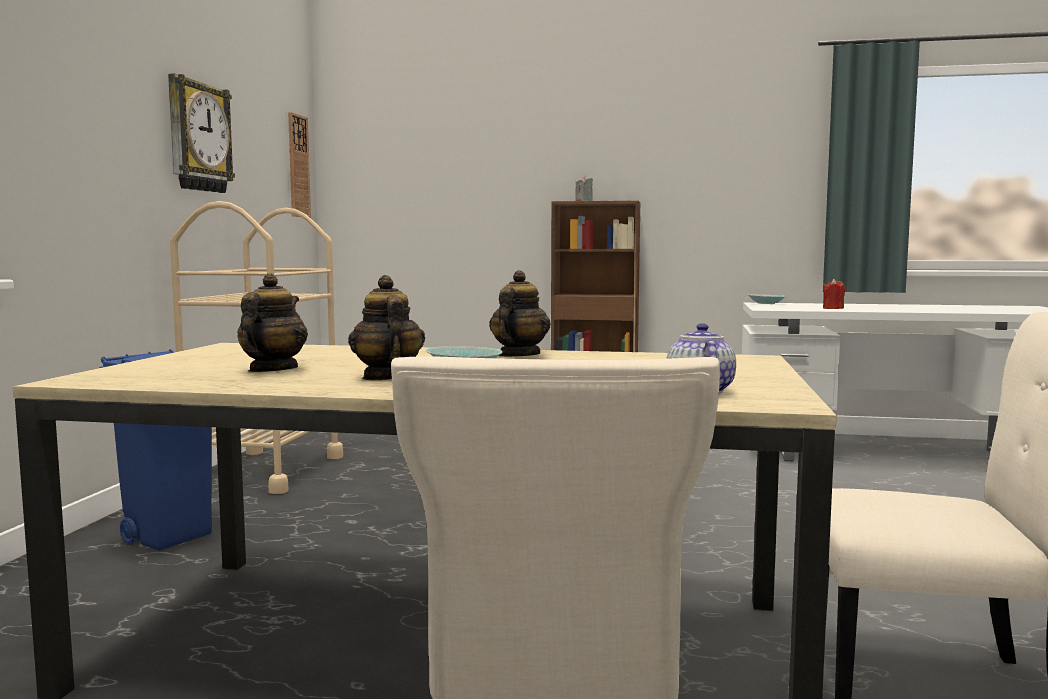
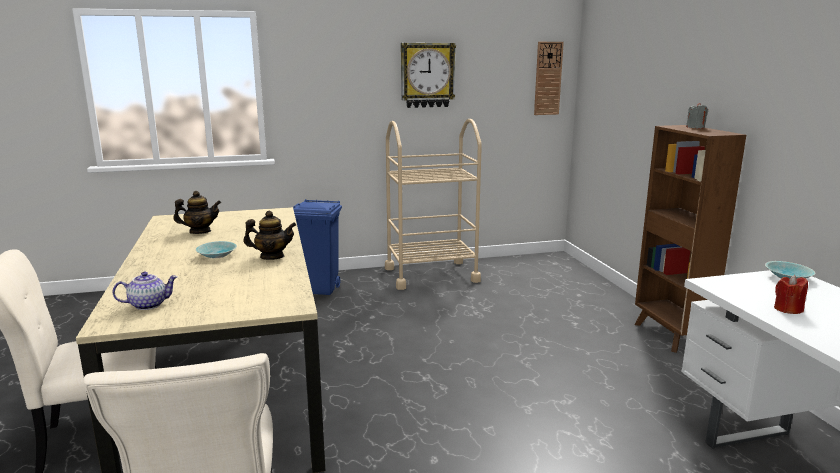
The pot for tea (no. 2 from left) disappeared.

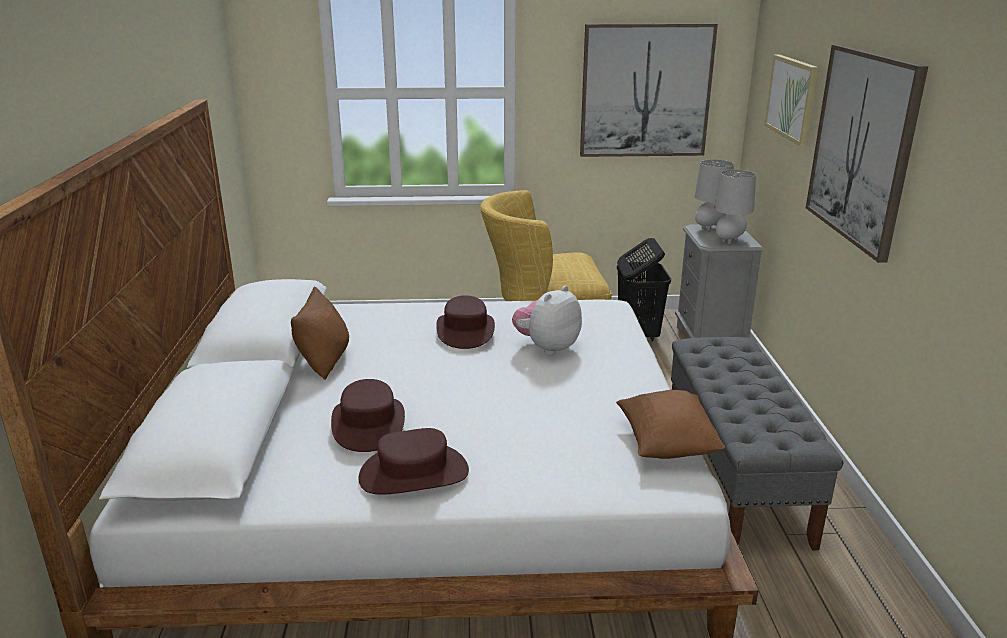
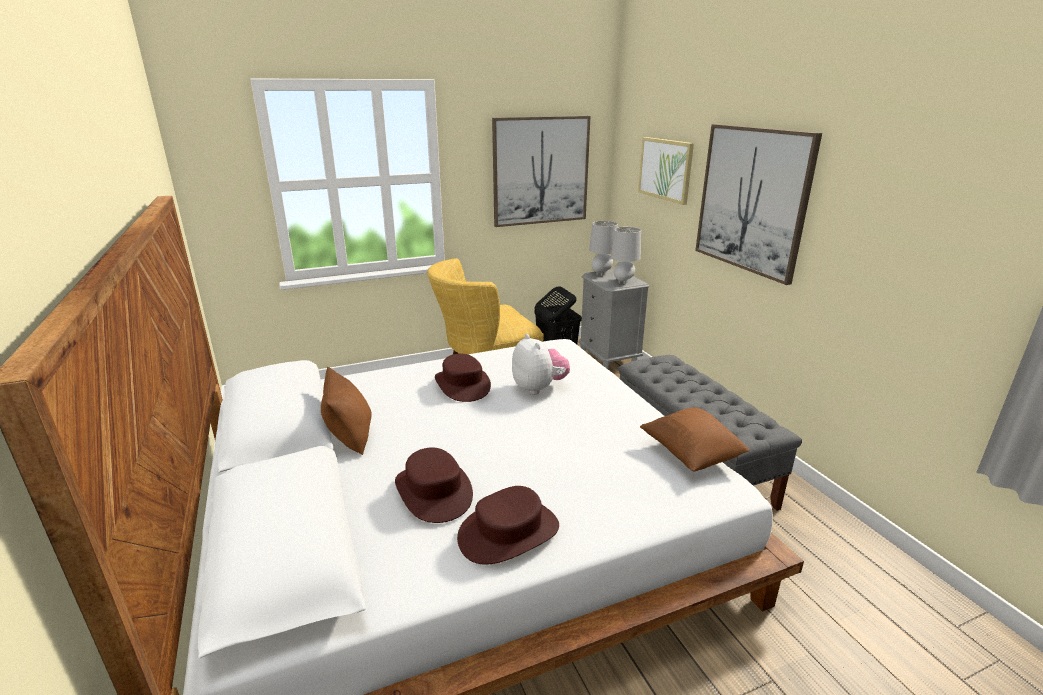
The soft toy turned 135 degrees clockwise.

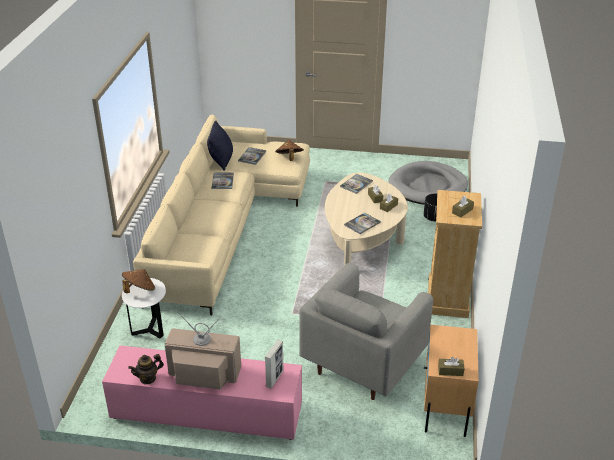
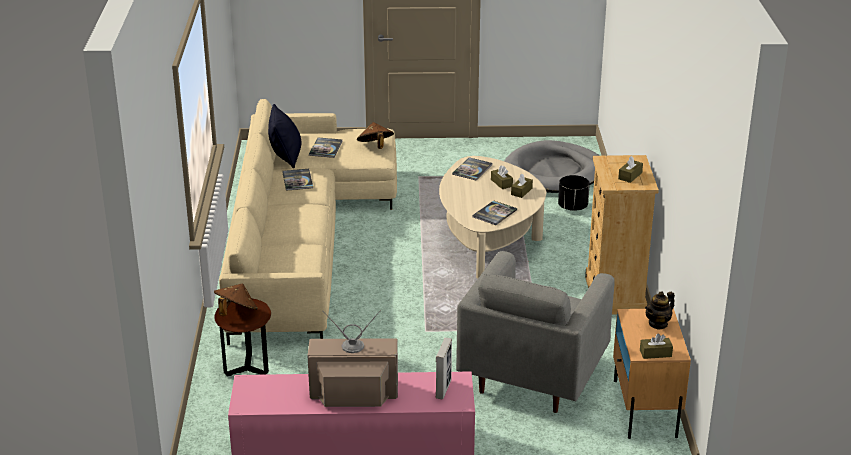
The whitish end table became the brown end table.
The pot for tea moved.

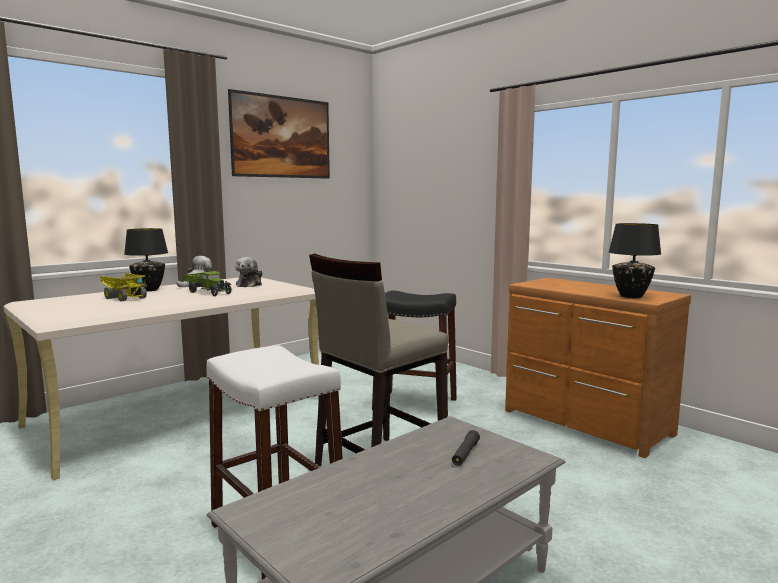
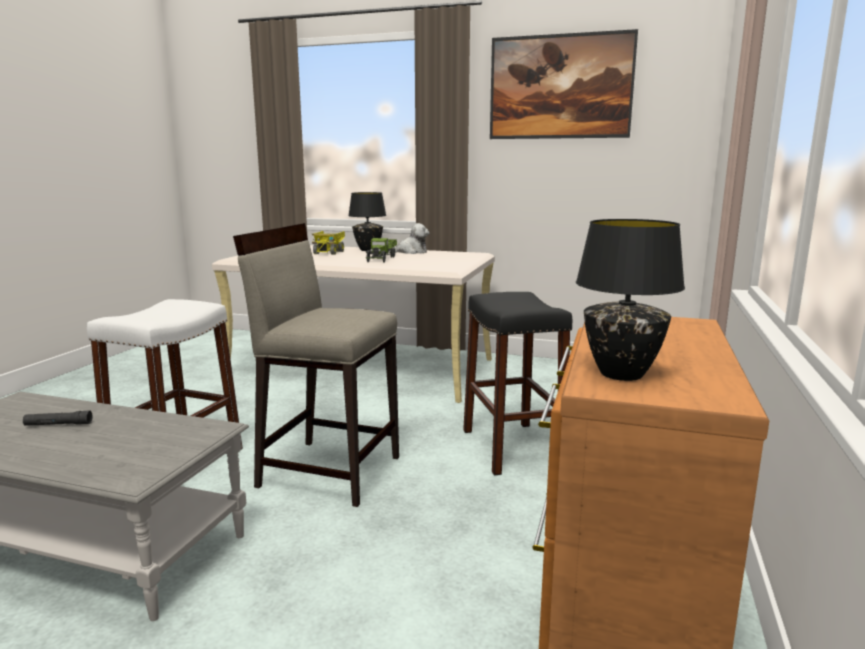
The black flashlight moved.
The soft toy (no. 2 from left) disappeared.

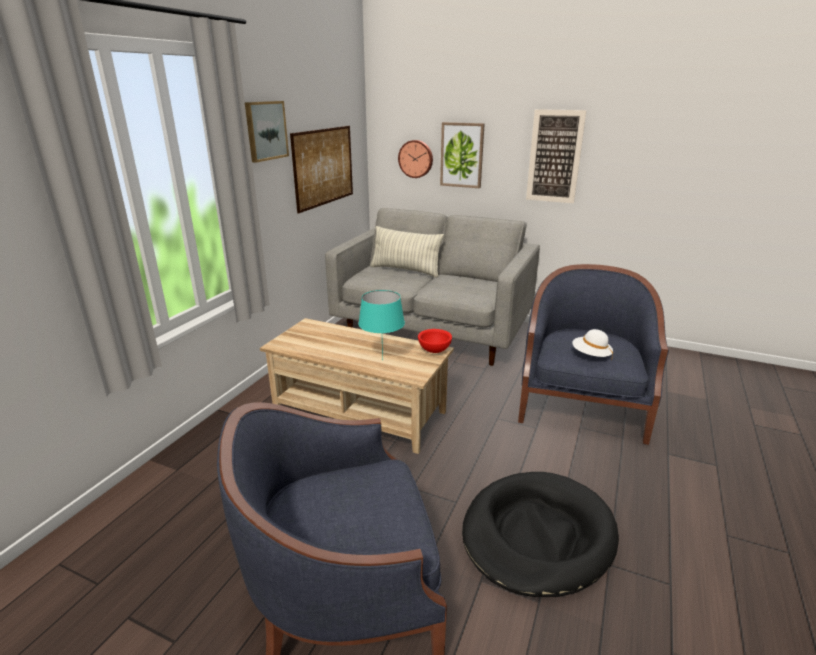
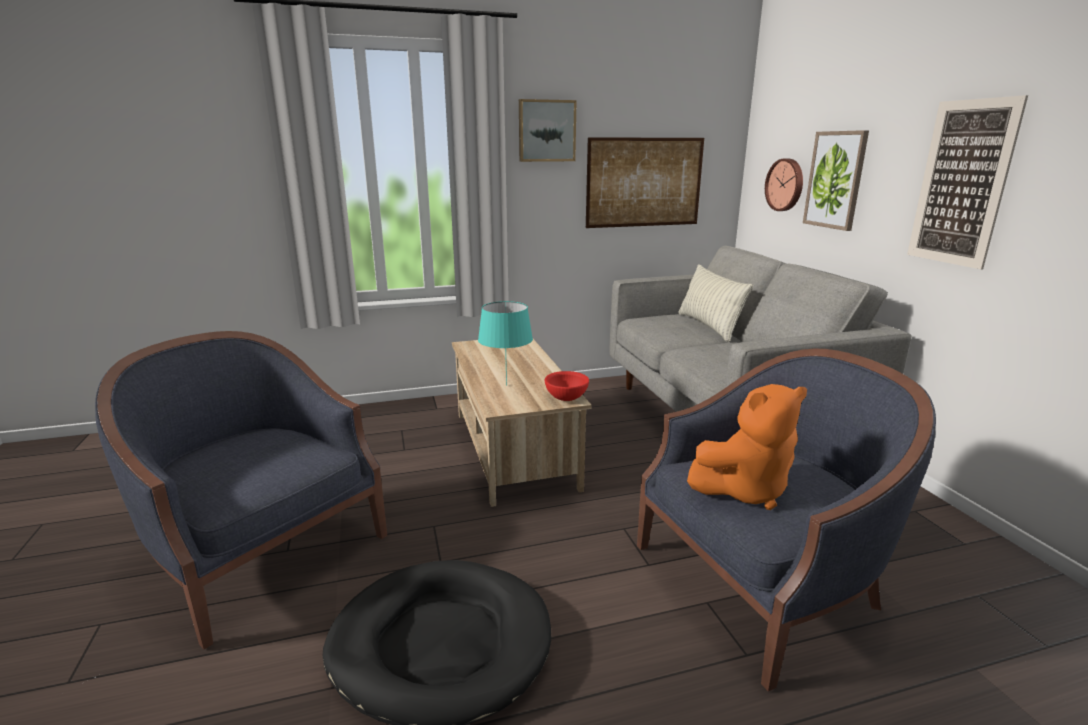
The whitish clothing hat was replaced by the orangey soft toy.

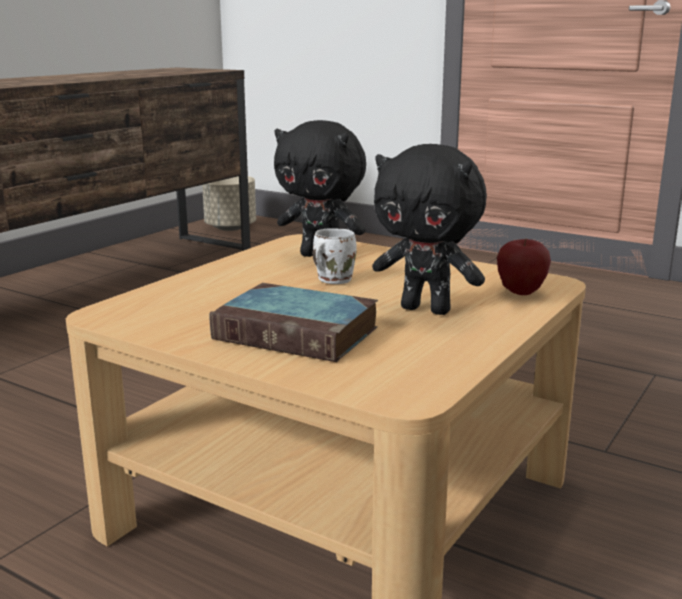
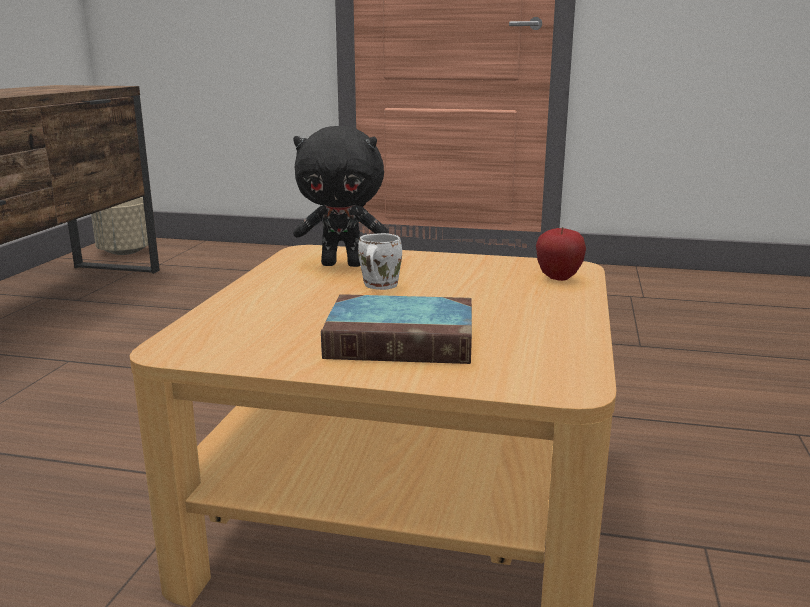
The black soft toy (no. 2 from left) disappeared.

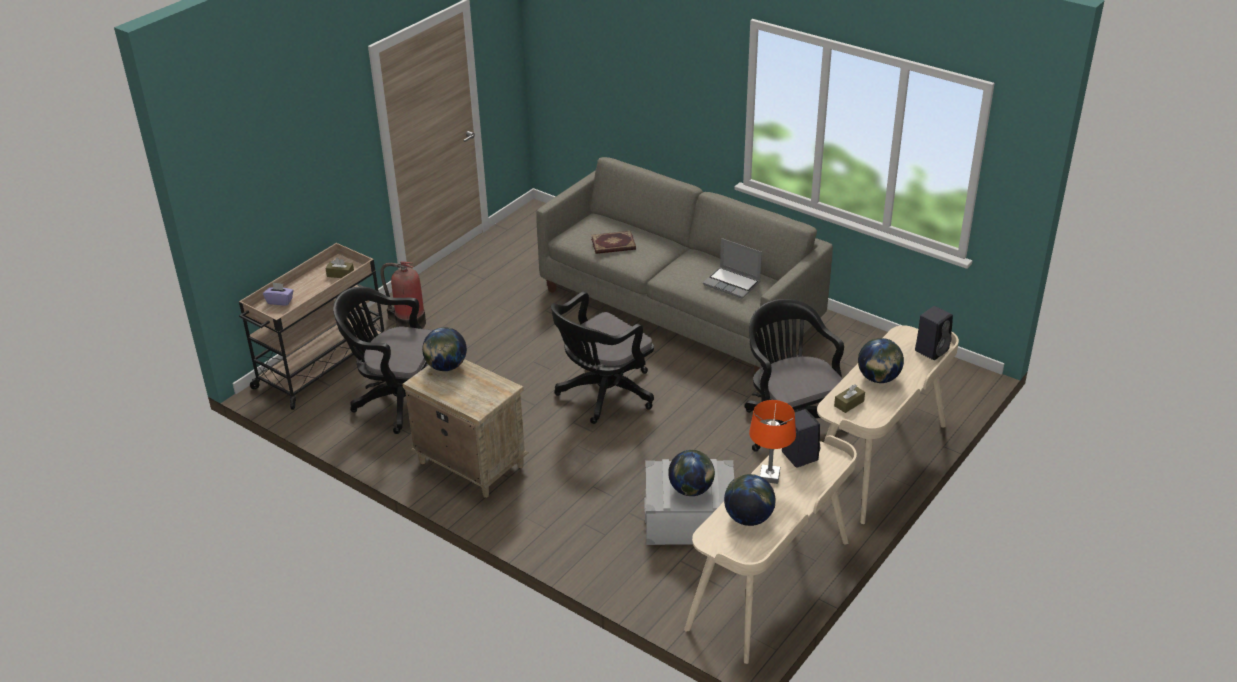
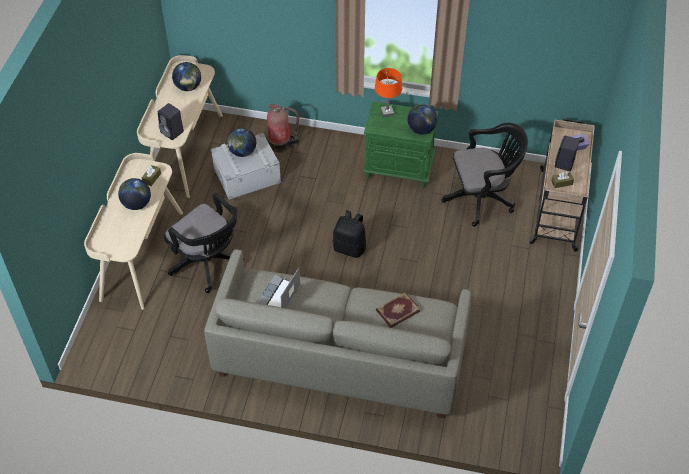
The portable computer turned 75 degrees counterclockwise.
The extinguisher moved.
The black computer chair (no. 2 from left) was replaced by the black knapsack.
The sand-coloured bedside table became the green-coloured bedside table.
The orangey table lamp moved.
The black audio speaker (no. 2 from left) moved.

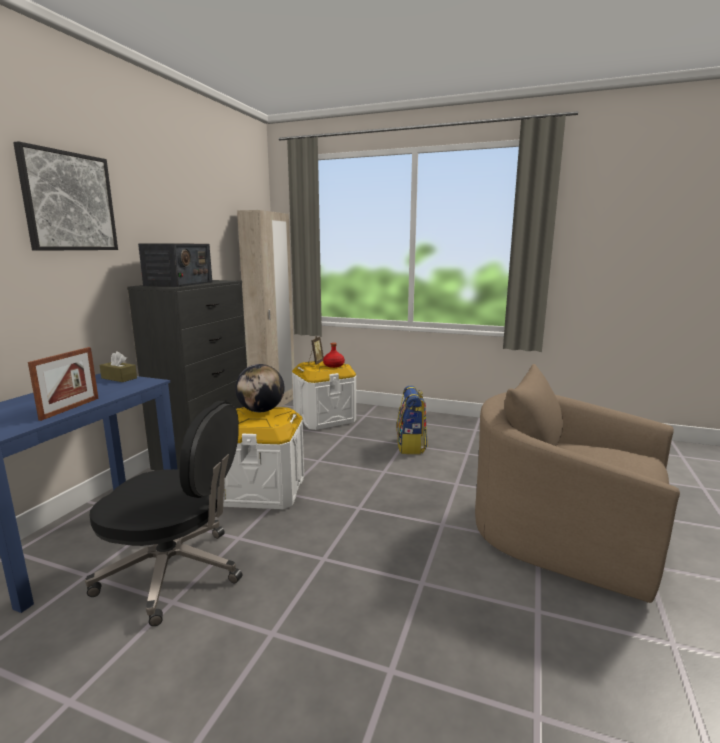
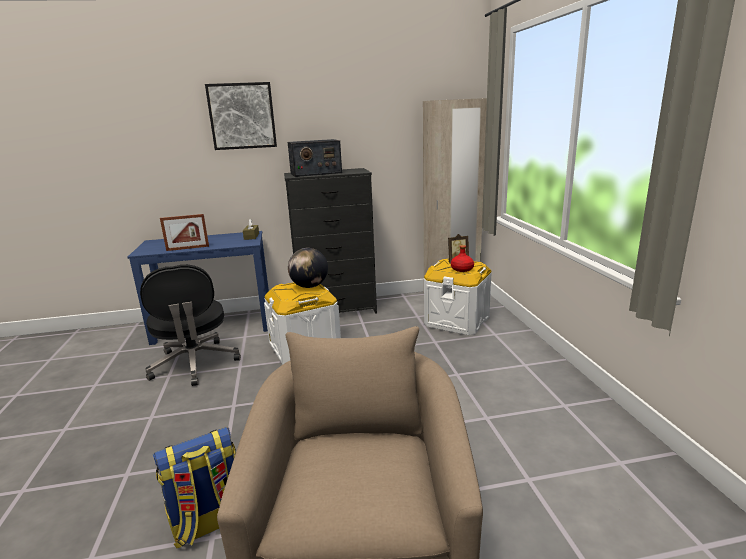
The knapsack moved.

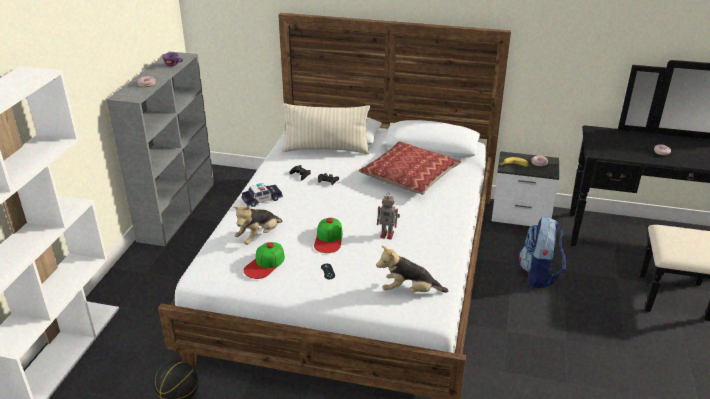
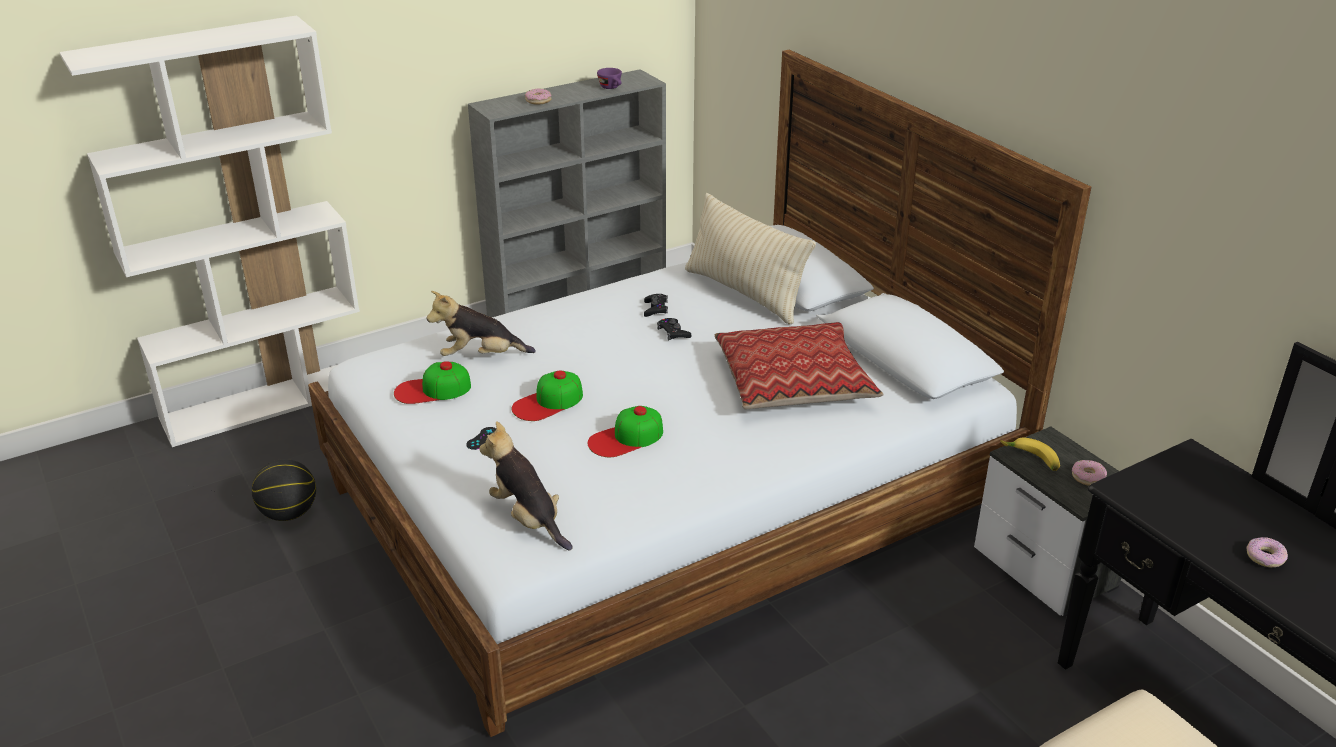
The model robot was replaced by the peaked cap (no. 3 from left).
The model car disappeared.
The knapsack disappeared.

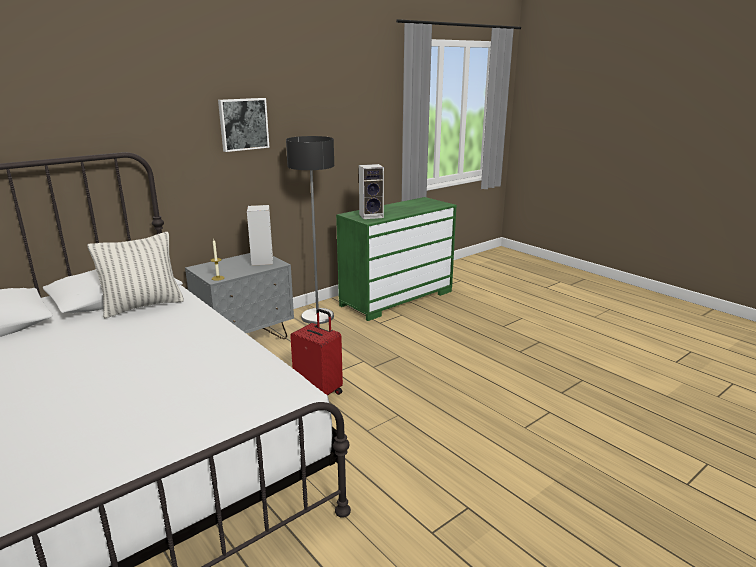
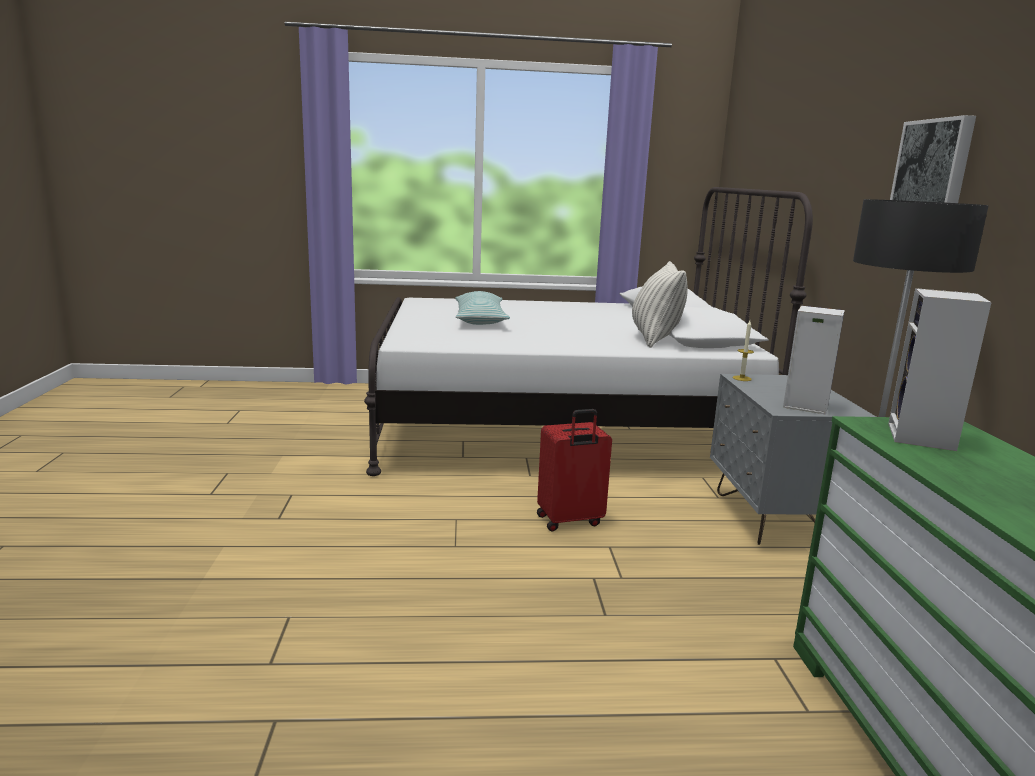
The throw pillow (no. 1 from left) appeared.

